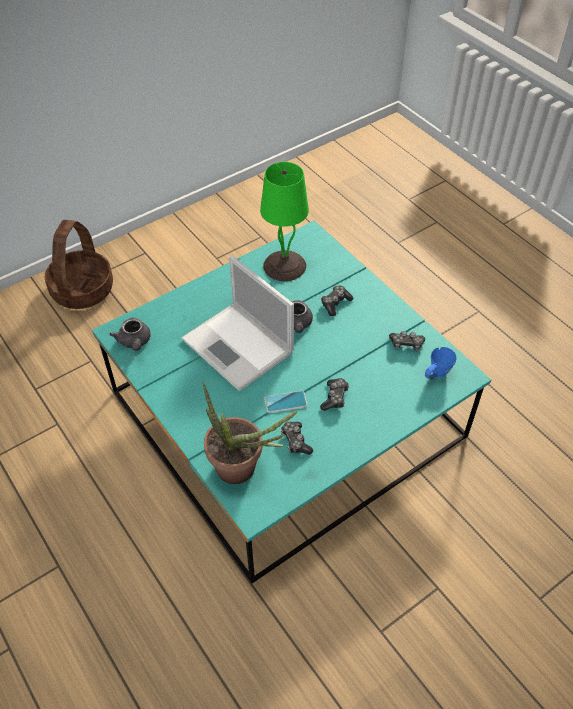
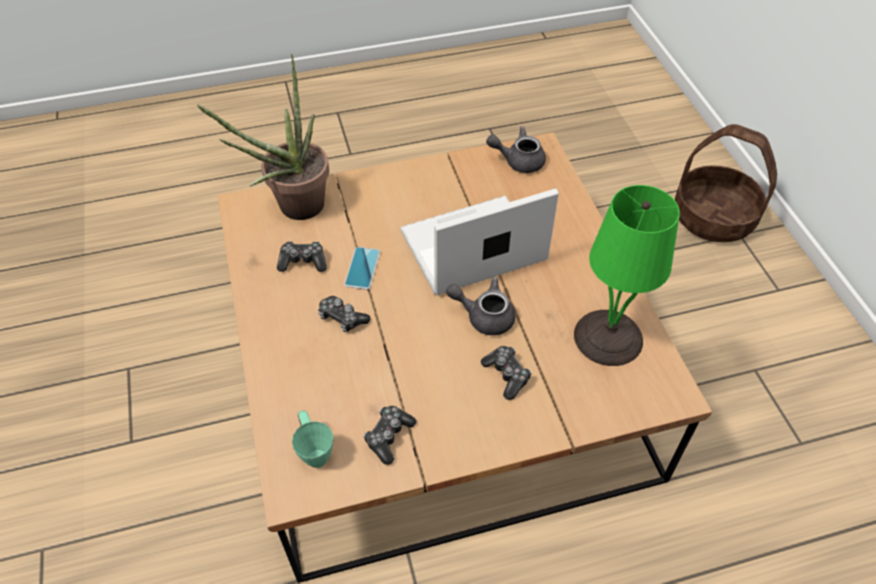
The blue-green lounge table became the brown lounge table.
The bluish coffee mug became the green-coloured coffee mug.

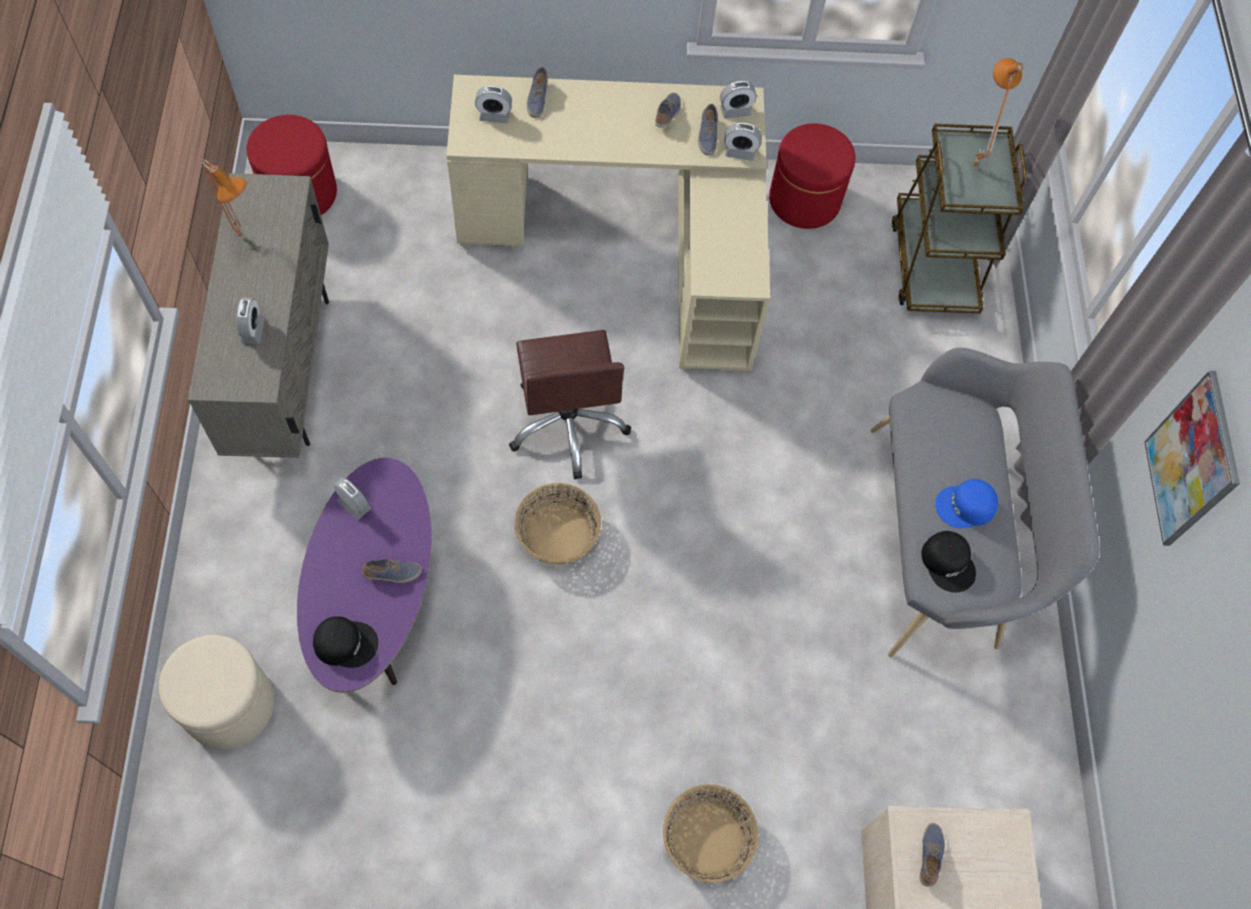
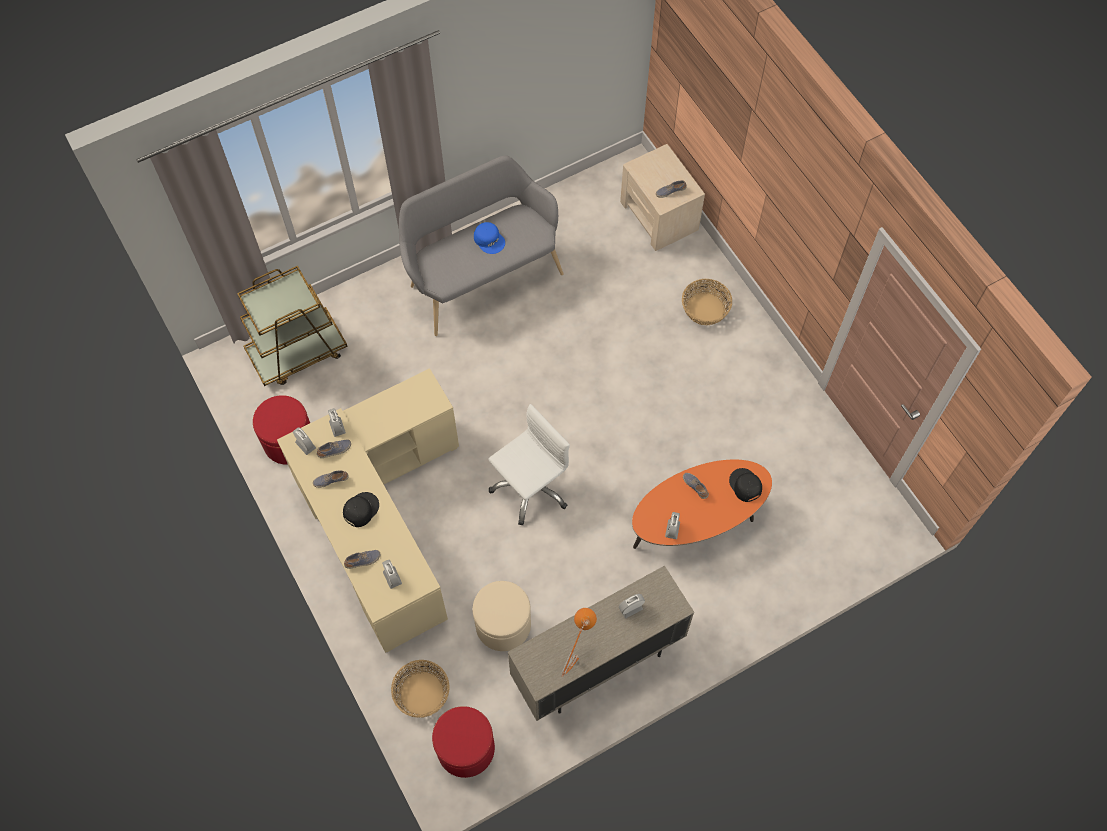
The black peaked cap (no. 2 from left in the first image) moved.
The household basket (no. 1 from left) moved.
The sand-coloured pouffe moved.
The brown computer chair became the whitish computer chair.
The purple lounge table became the orangey lounge table.
The orangey table lamp (no. 2 from left) disappeared.
The wall picture disappeared.

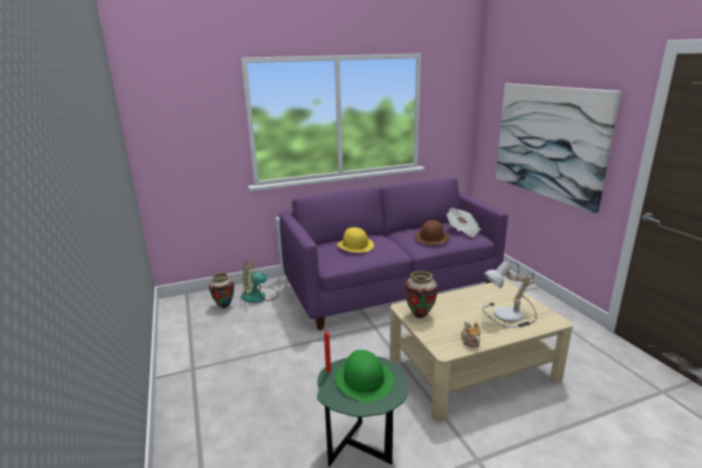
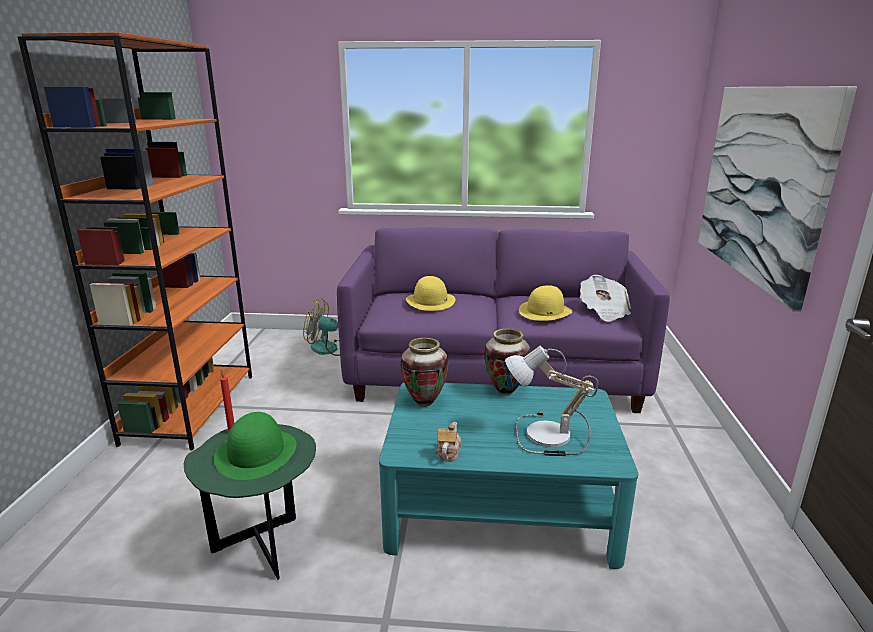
The orangey shelving unit appeared.
The sand-coloured lounge table became the blue-green lounge table.
The flower vase (no. 1 from left in the first image) moved.
The brown clothing hat became the yellow-coloured clothing hat (no. 2 from left).

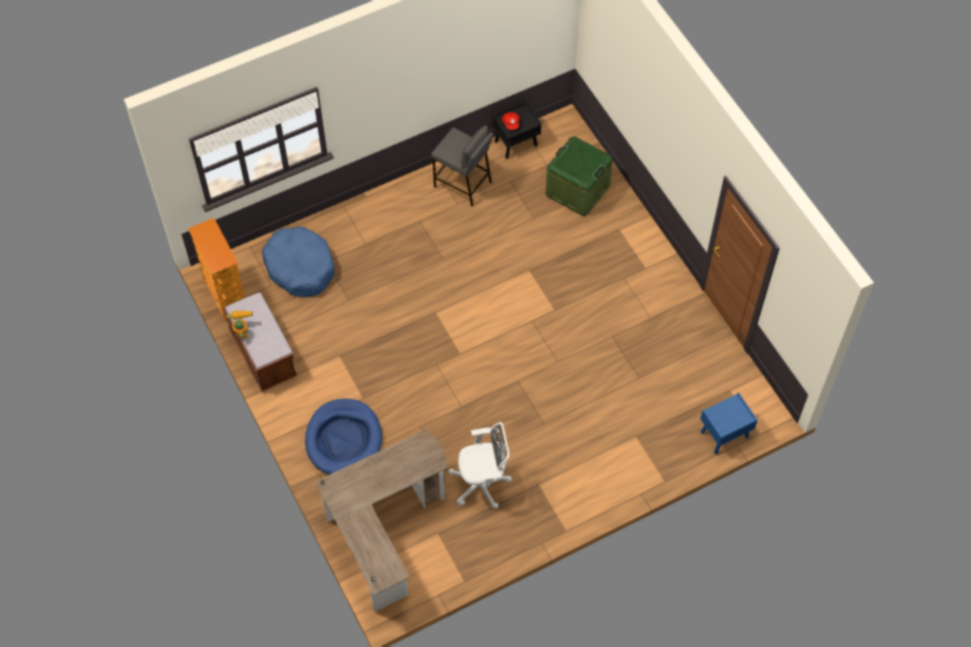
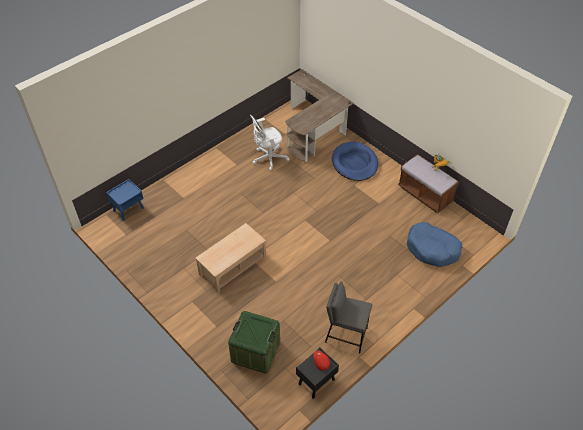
The sand-coloured lounge table appeared.
The shelving unit disappeared.

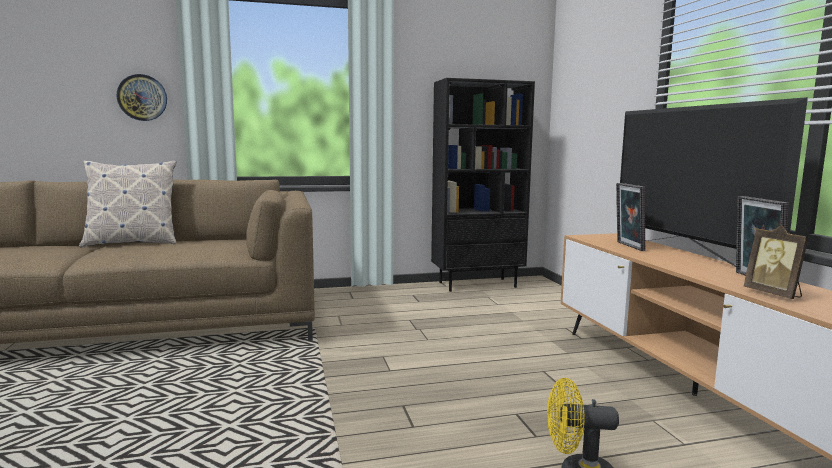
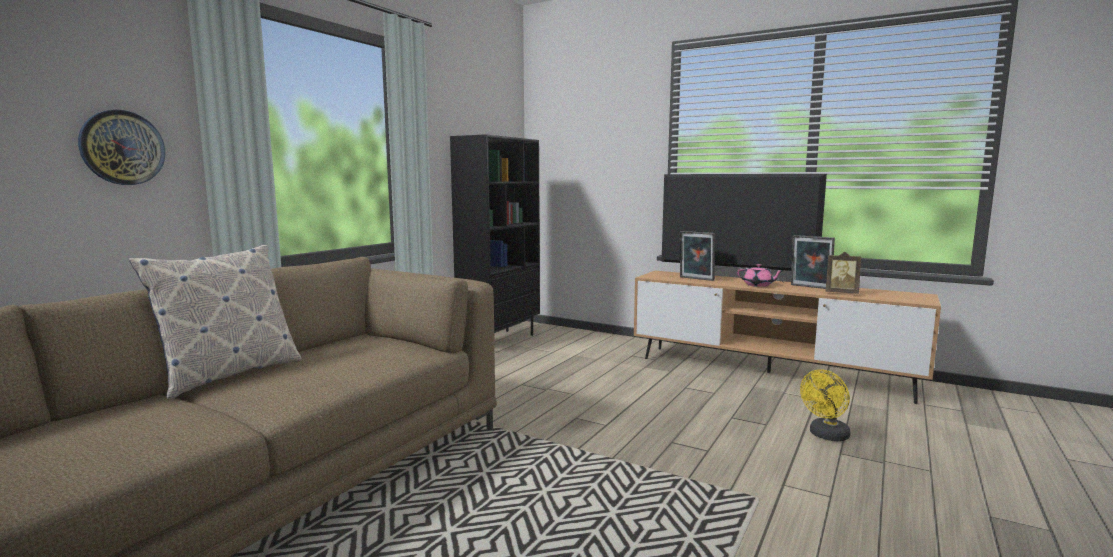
The pink pot for tea appeared.

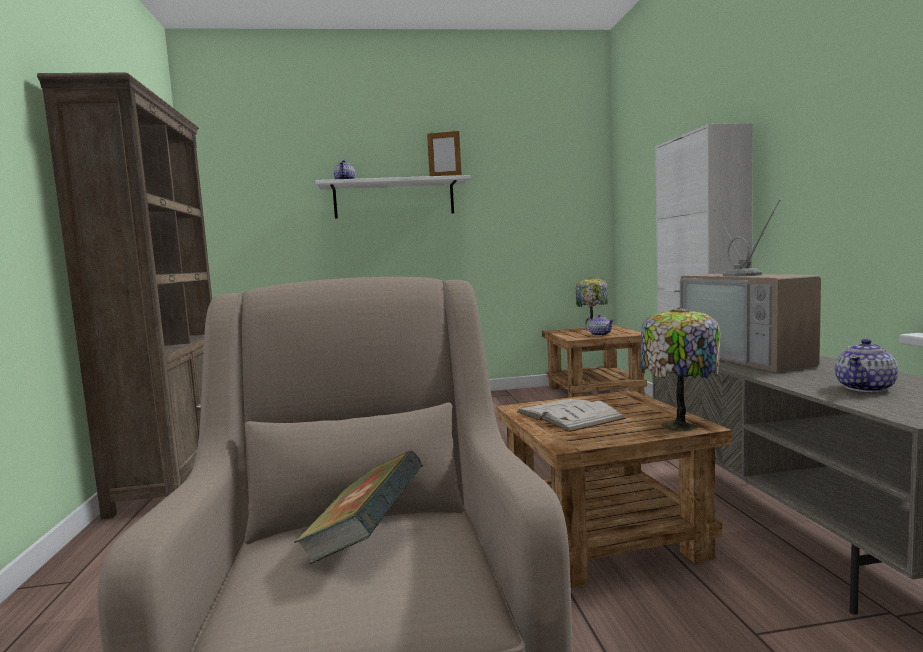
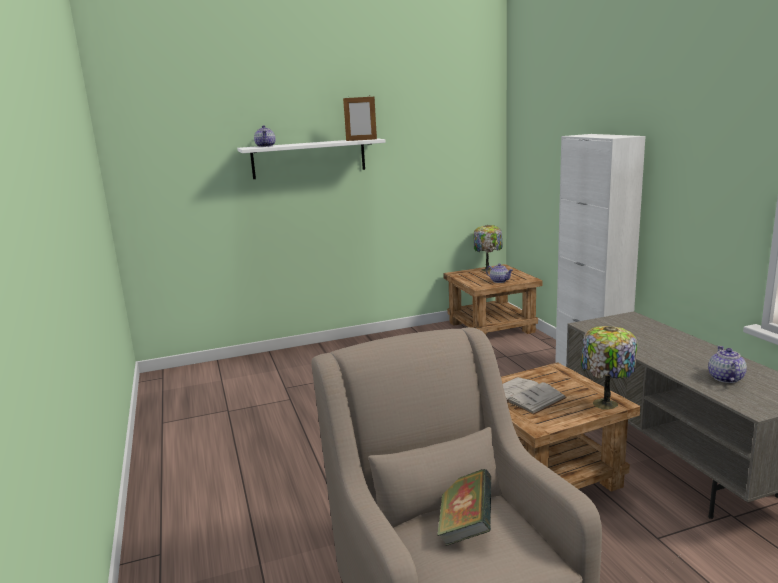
The pot for tea (no. 3 from left) turned 150 degrees clockwise.
The brown shelving unit disappeared.
The TV disappeared.

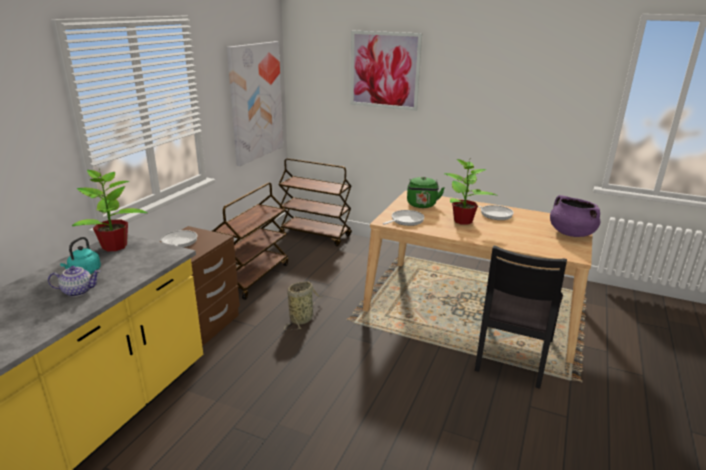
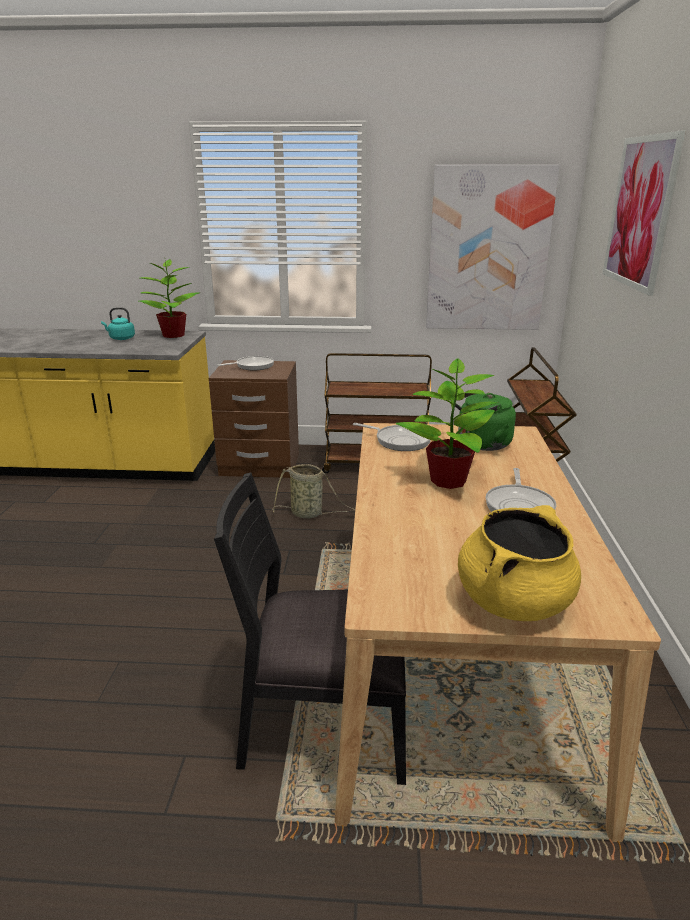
The purple stockpot became the yellow-coloured stockpot.
The pot for tea disappeared.

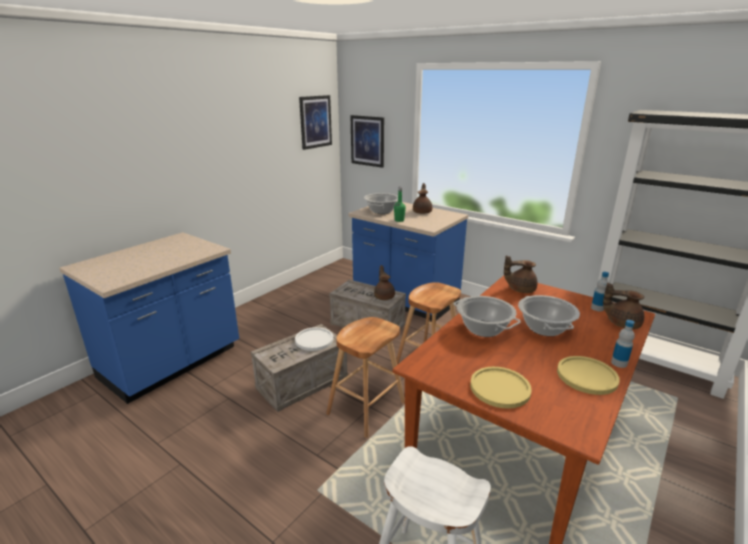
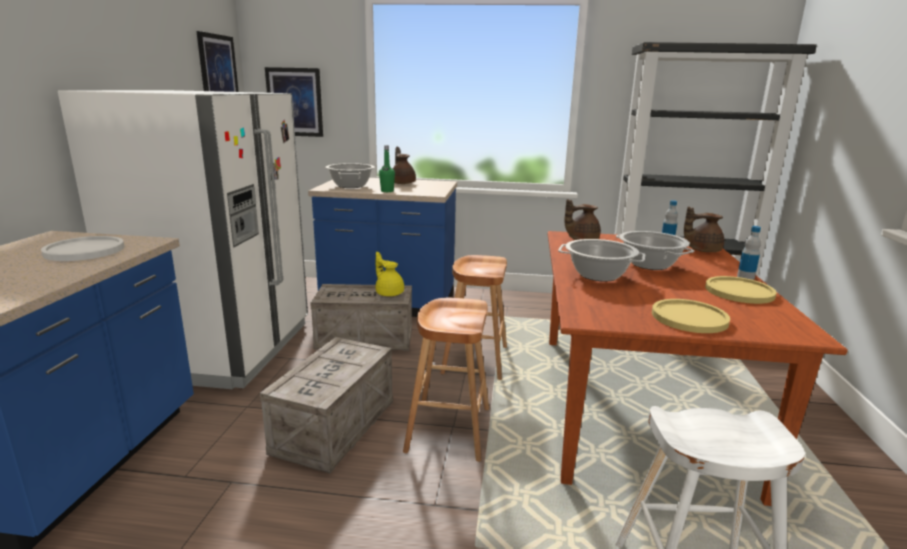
The whitish plate moved.
The whitish refrigerator appeared.
The brown pot for tea (no. 1 from left) became the yellow-coloured pot for tea.

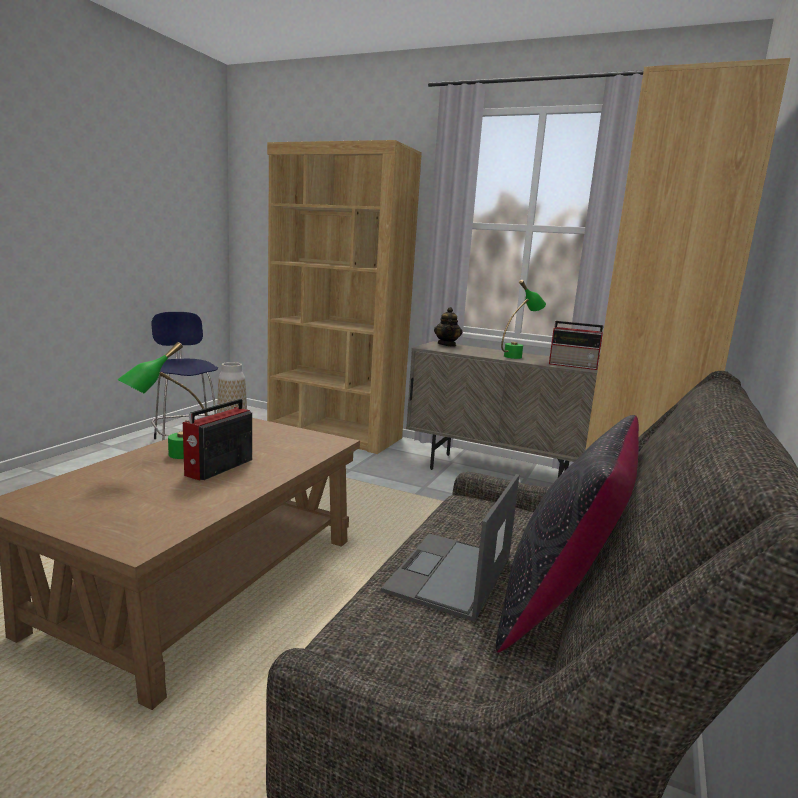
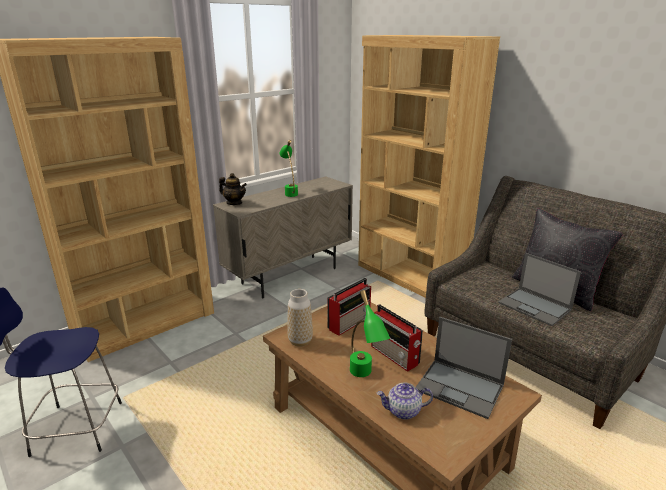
The radio receiver (no. 2 from left in the first image) moved.
The pot for tea (no. 2 from left) appeared.
The portable computer (no. 1 from left) appeared.

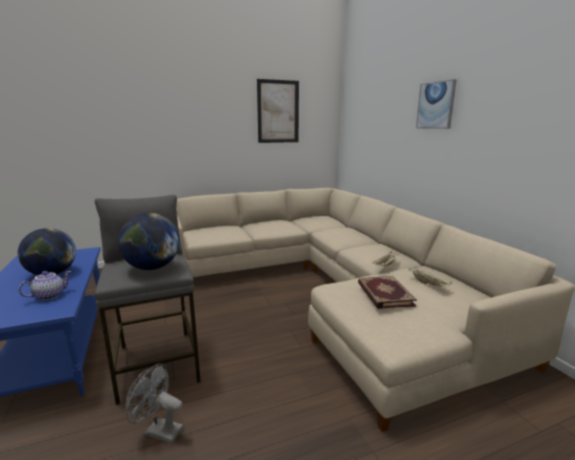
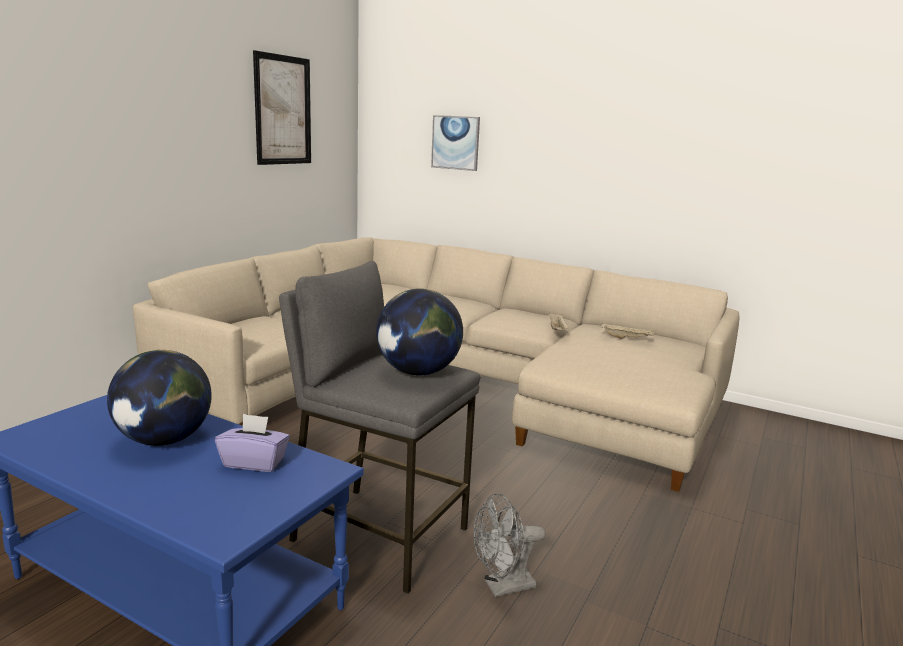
The pot for tea was replaced by the purple tissue holder.
The wall picture (no. 2 from left) moved.
The volume disappeared.

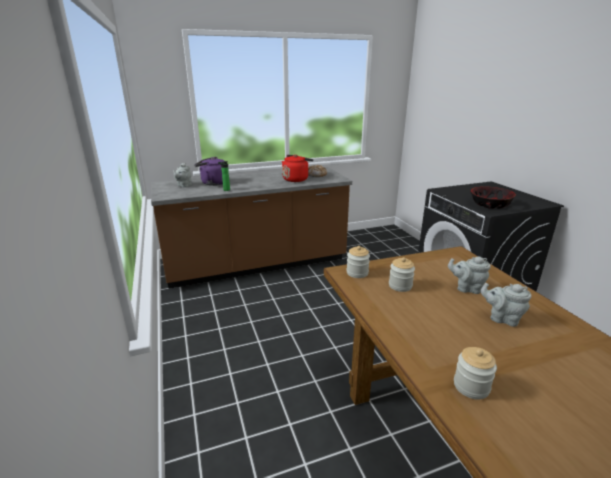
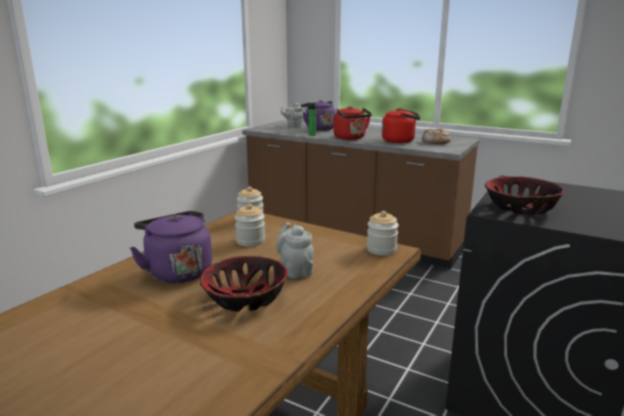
The purple tea kettle (no. 1 from left) appeared.
The gray pot for tea (no. 3 from left) was replaced by the serving bowl (no. 1 from left).
The reddish tea kettle (no. 1 from left) appeared.
The jar (no. 3 from left) moved.

